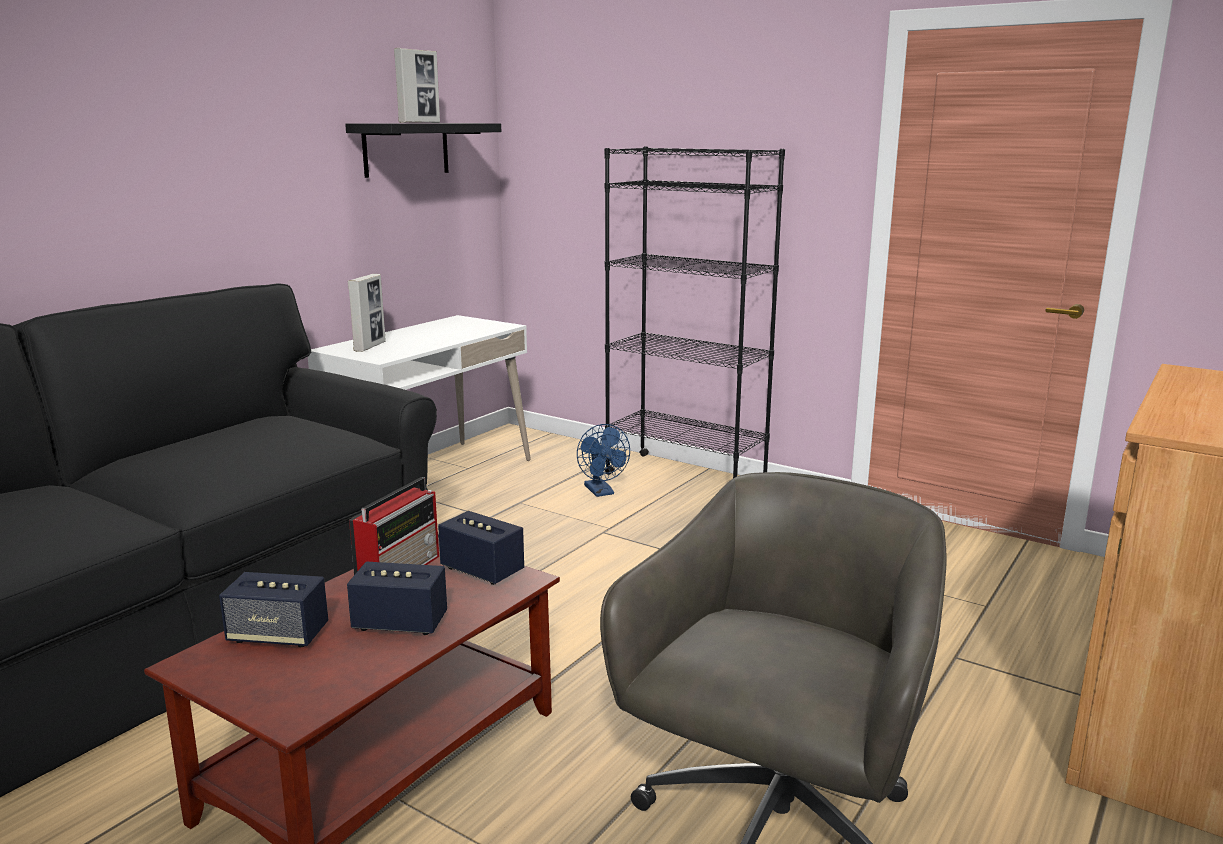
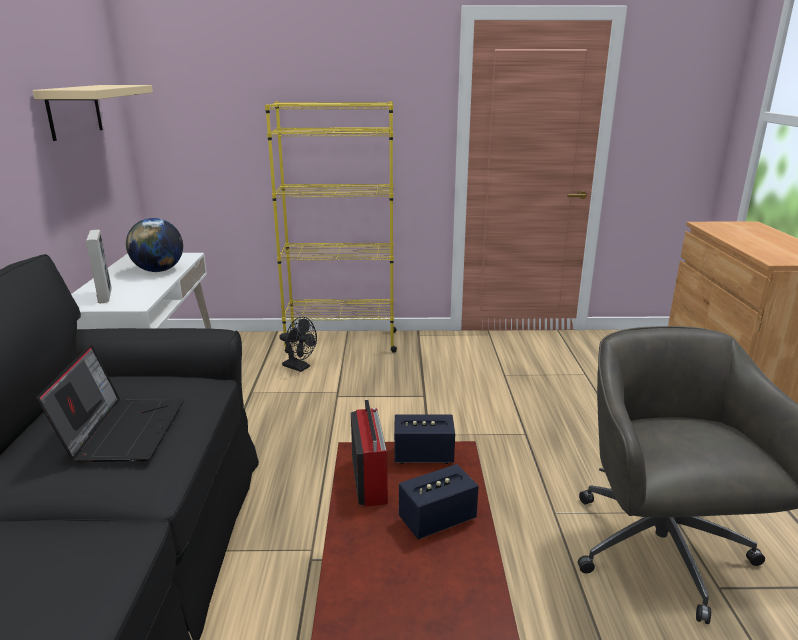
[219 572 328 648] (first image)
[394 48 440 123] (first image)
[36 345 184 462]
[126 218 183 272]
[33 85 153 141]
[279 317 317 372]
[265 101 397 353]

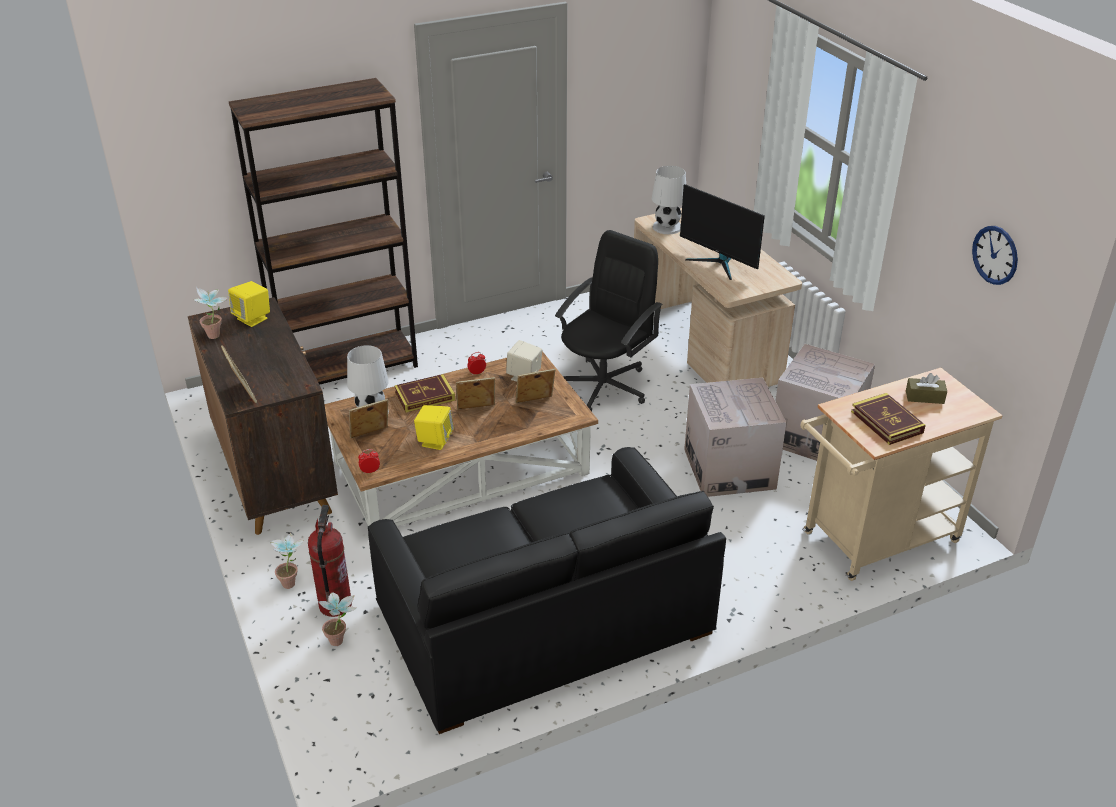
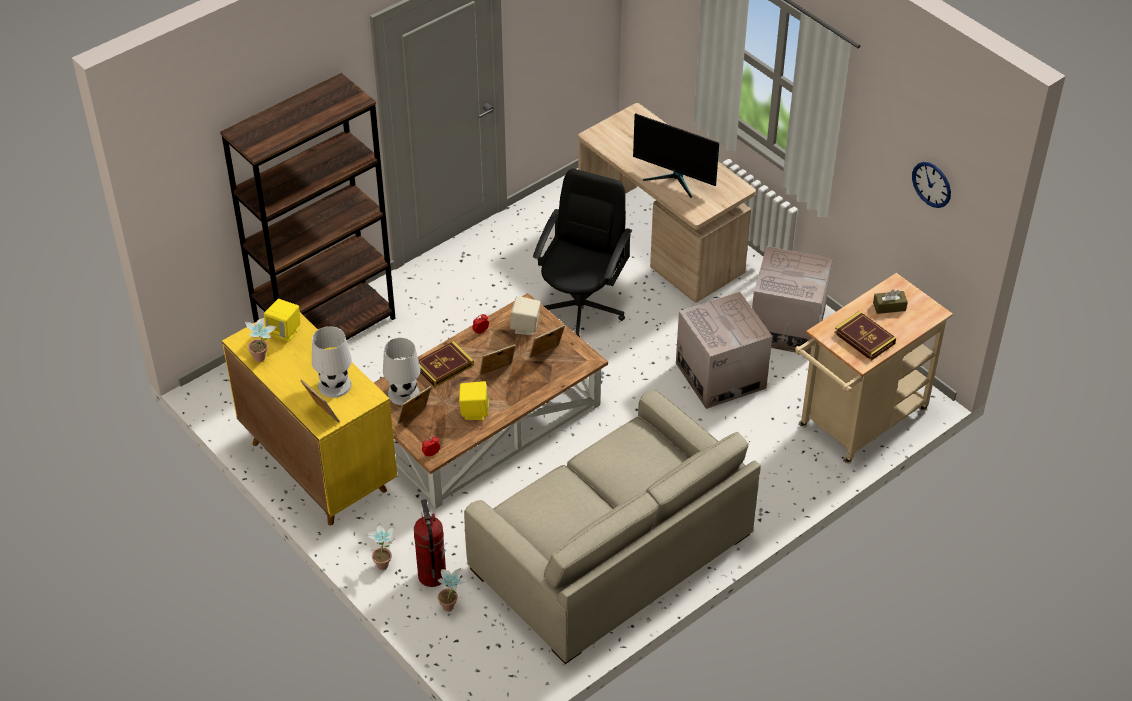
[312 326 352 398]
[222 313 397 526]
[464 390 761 664]

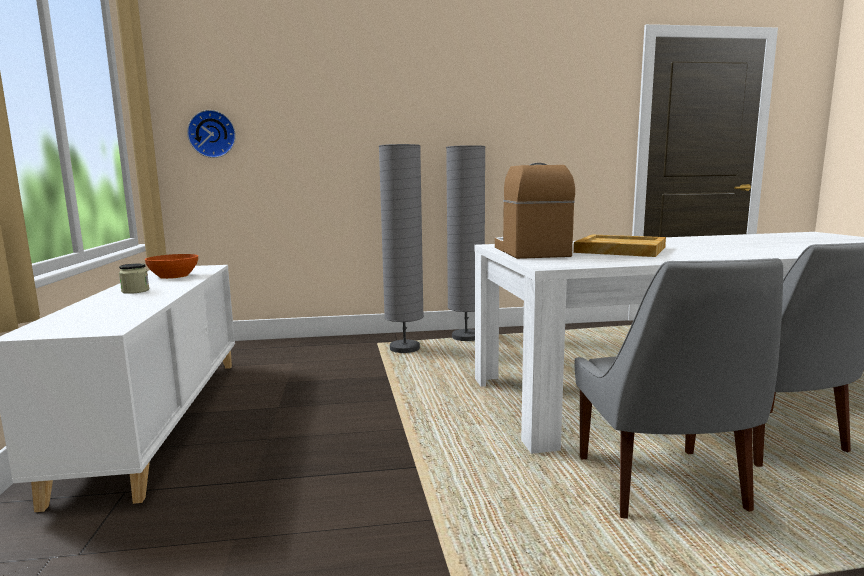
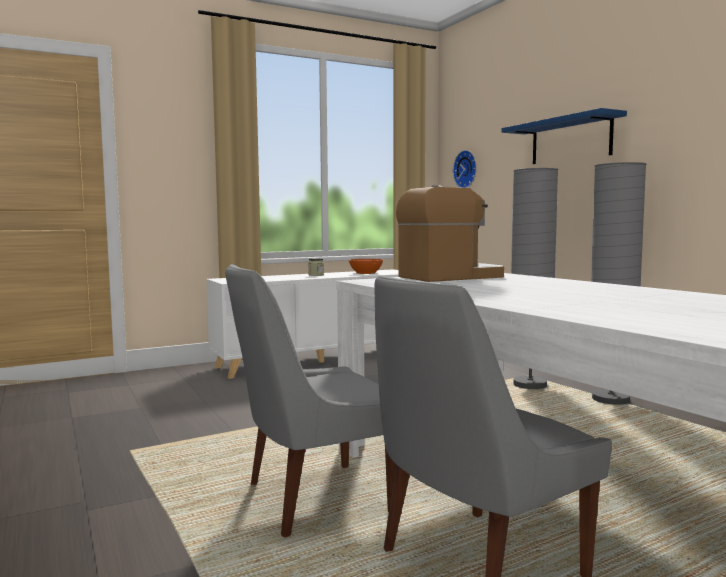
[573 234 666 257] (first image)
[502 108 627 164]

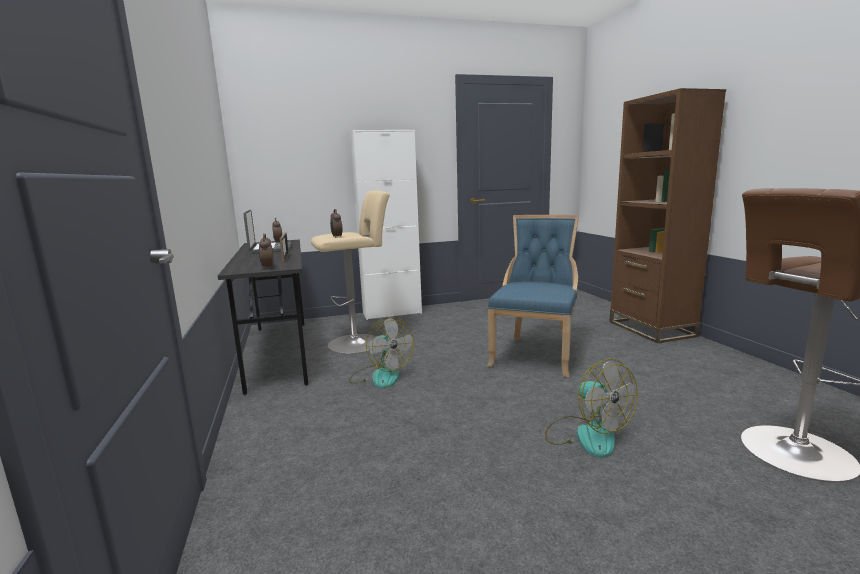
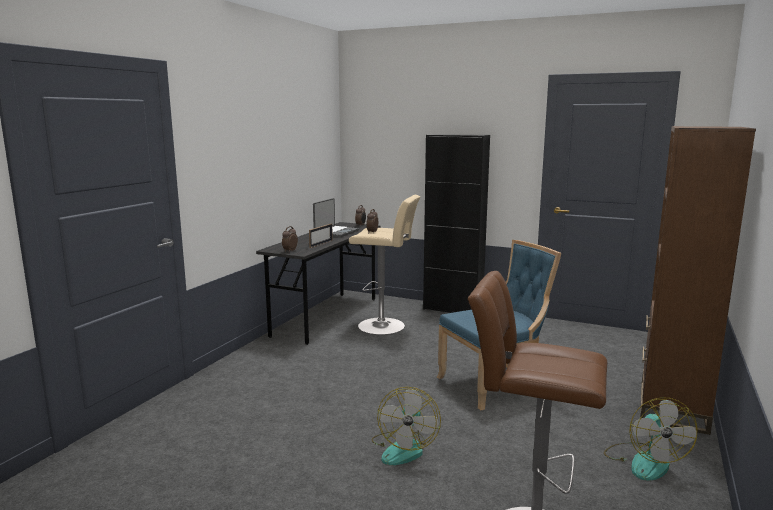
[604 397 698 481]
[423 134 490 313]

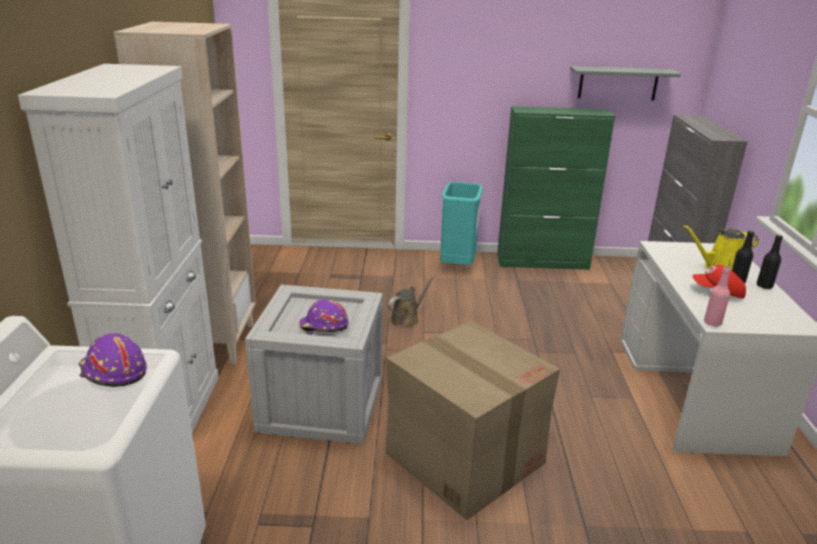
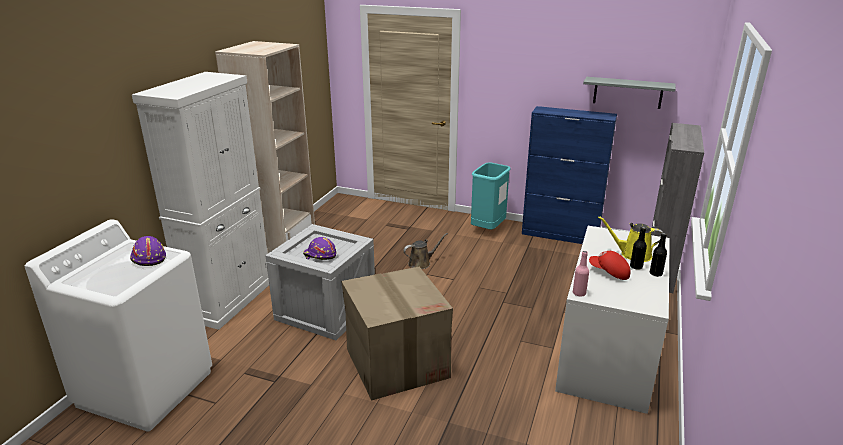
[522 106 617 244]

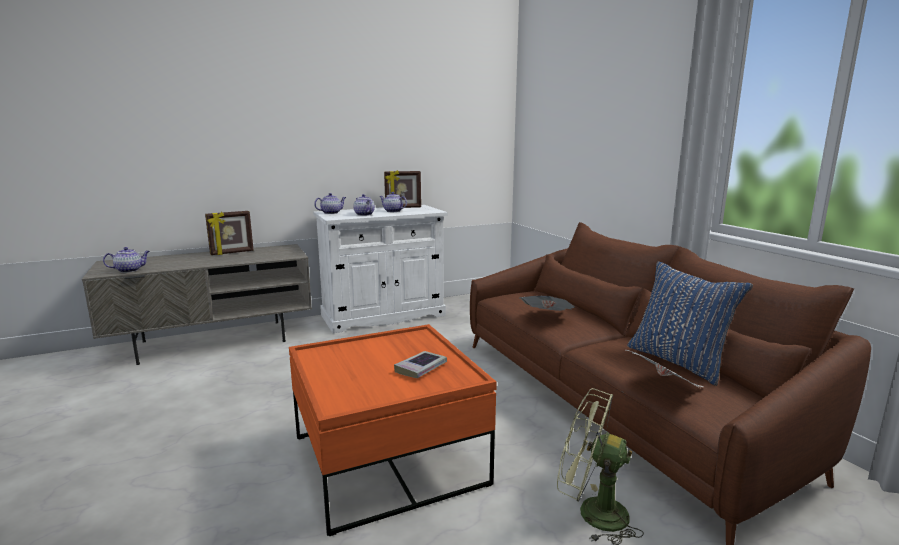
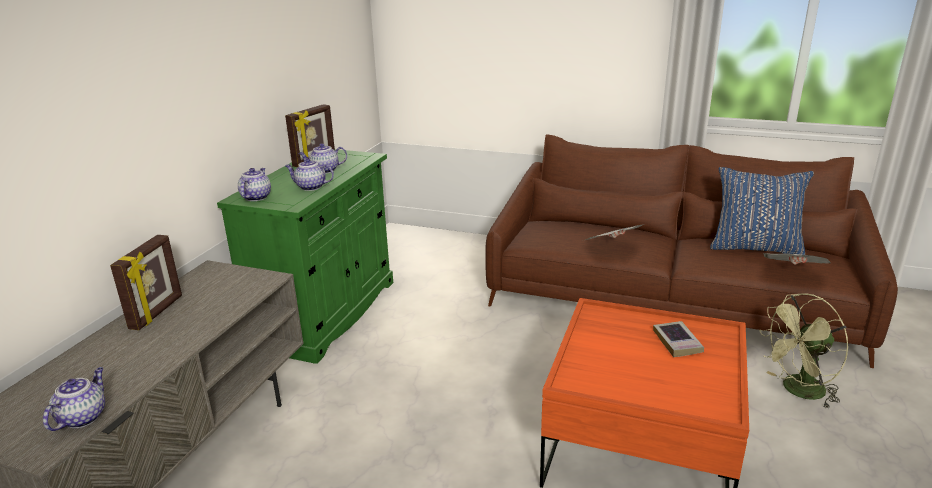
[217 149 393 364]

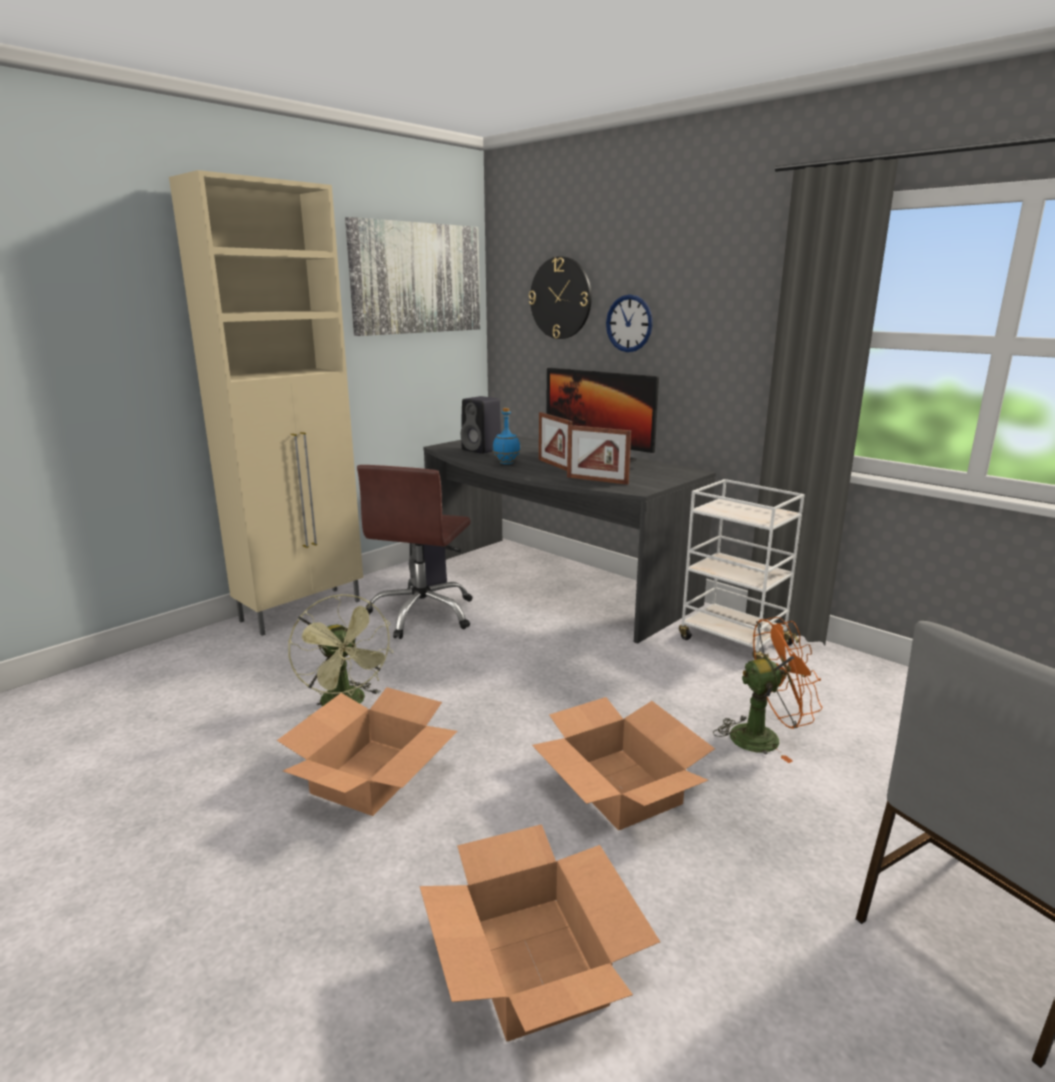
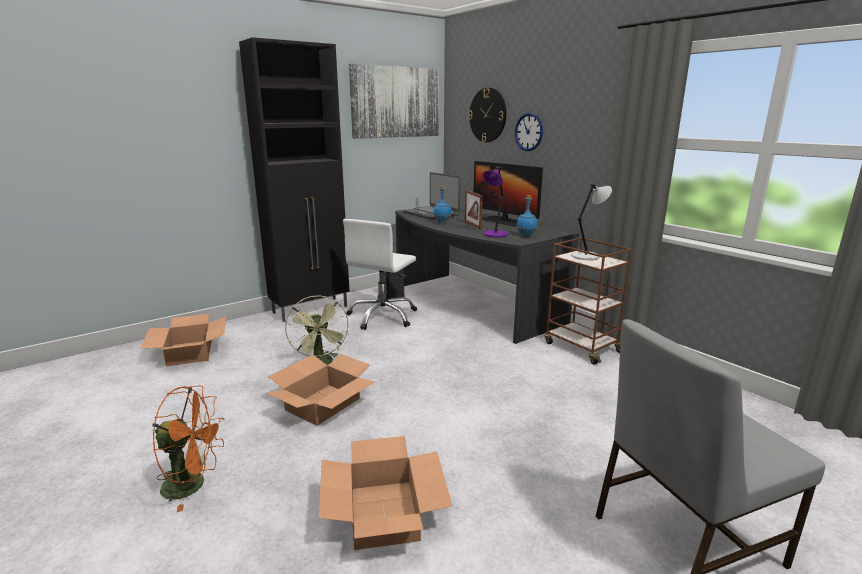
[517 195 537 237]
[572 184 612 260]
[141 314 226 366]
[152 385 224 512]
[403 172 461 220]
[483 167 509 237]
[239 37 350 322]
[343 219 417 330]
[545 237 632 365]

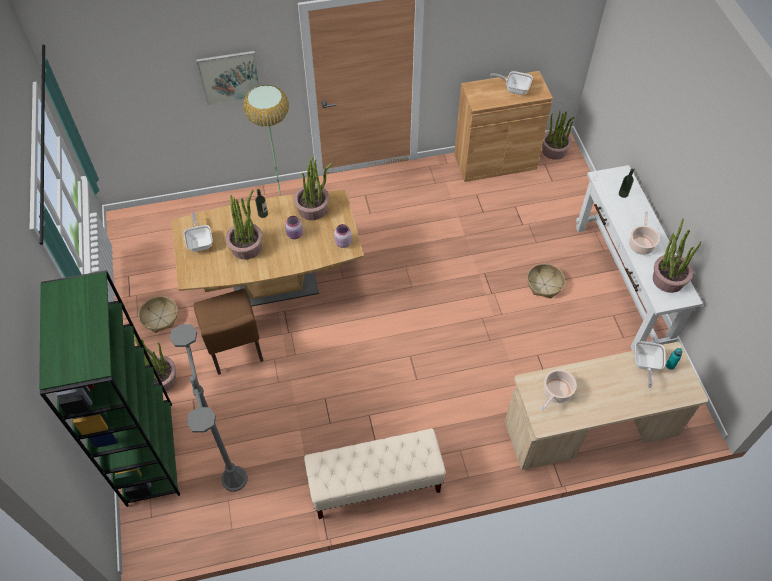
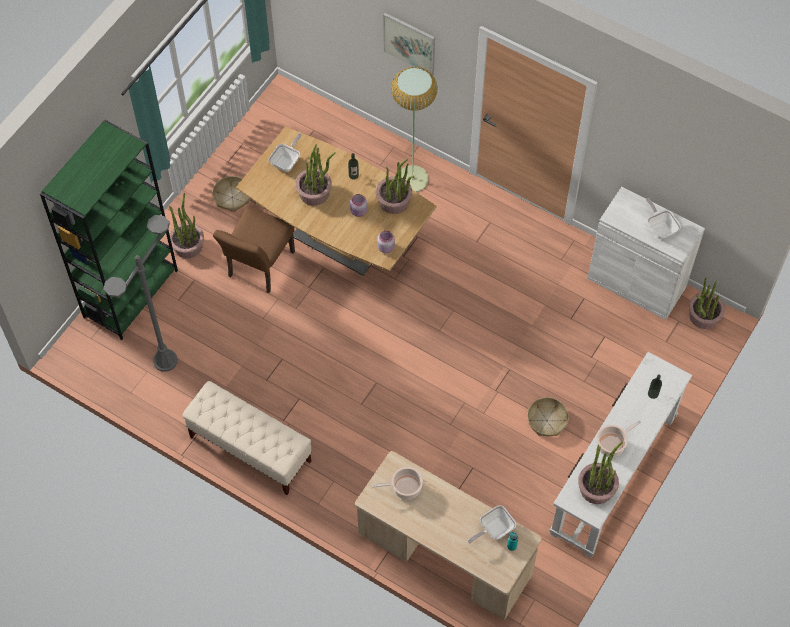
[587 187 705 320]

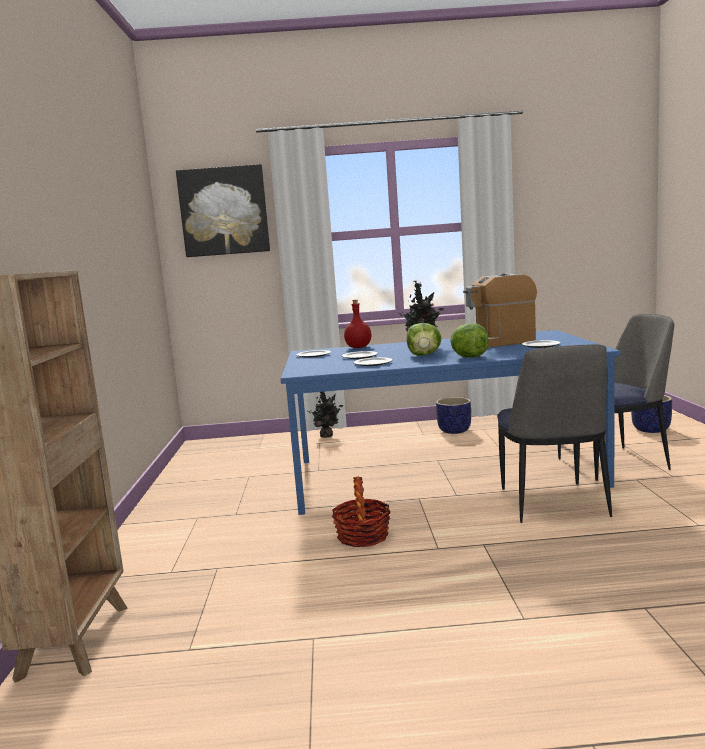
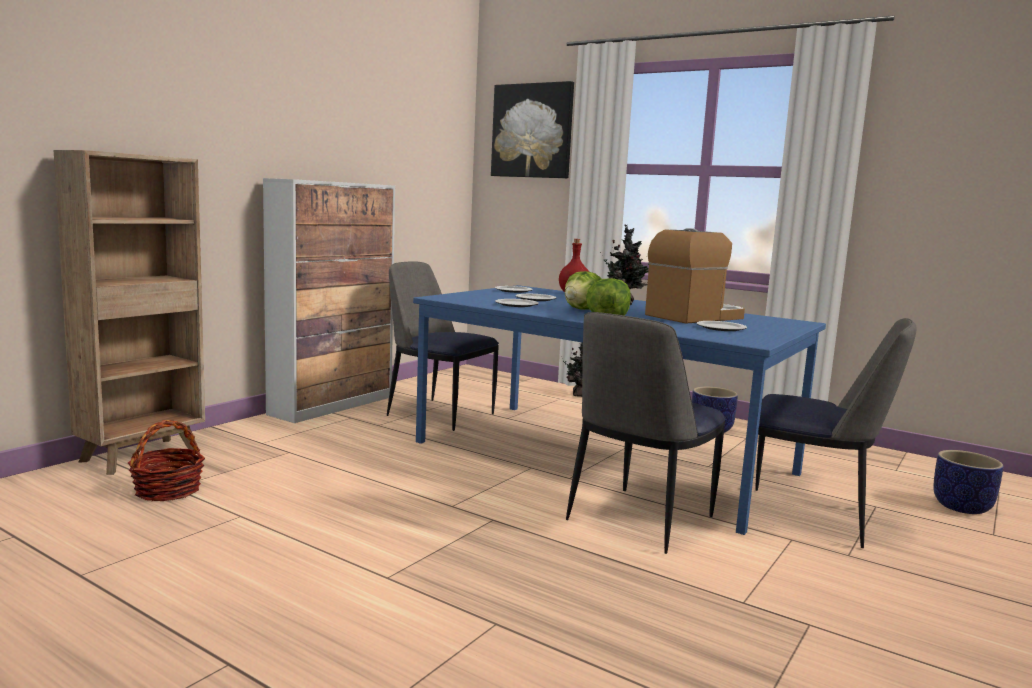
[263 178 395 423]
[387 261 499 431]
[128 420 205 501]
[645 228 745 324]

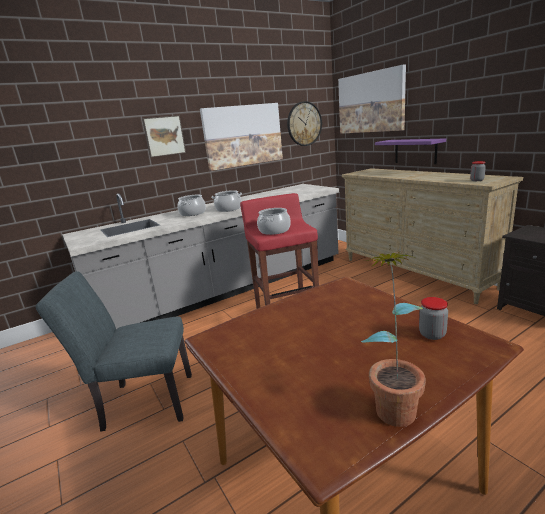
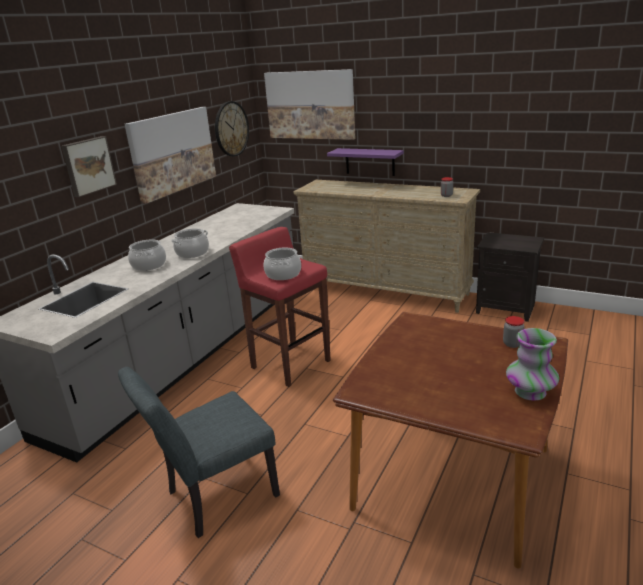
[506 328 559 401]

